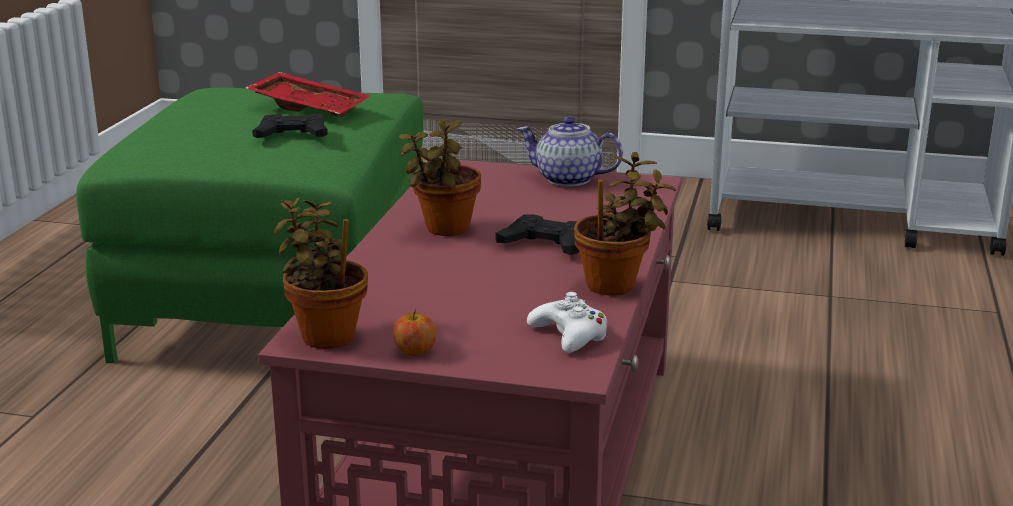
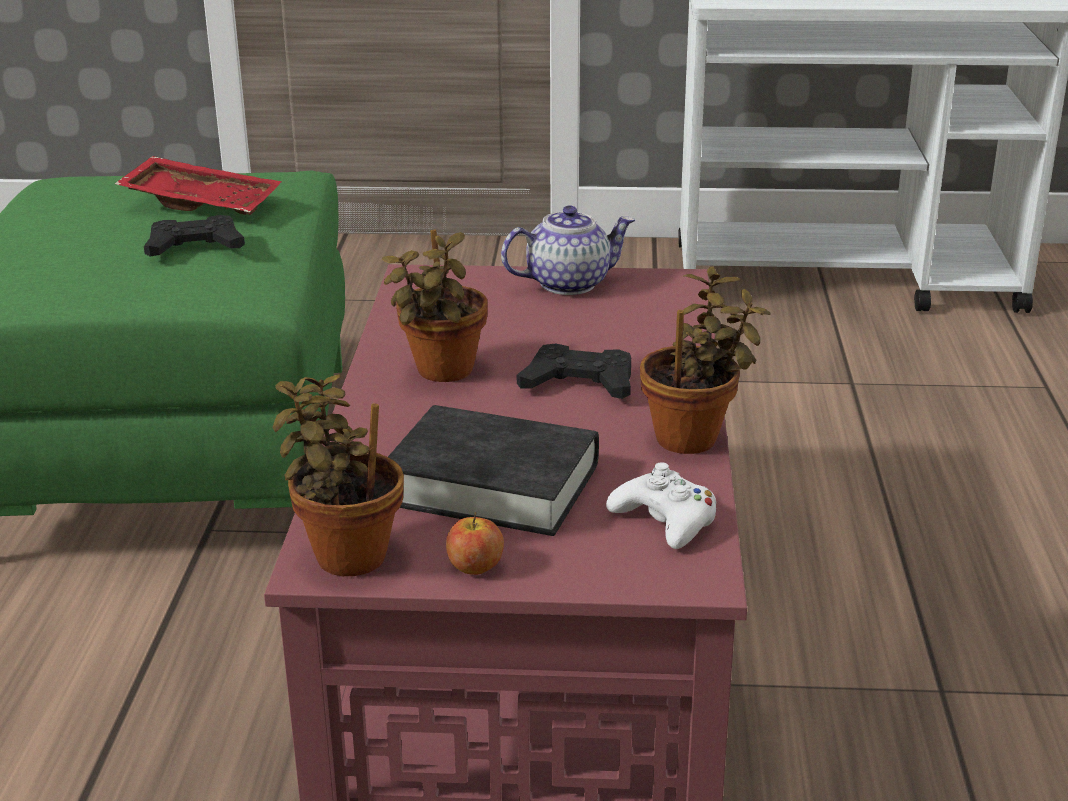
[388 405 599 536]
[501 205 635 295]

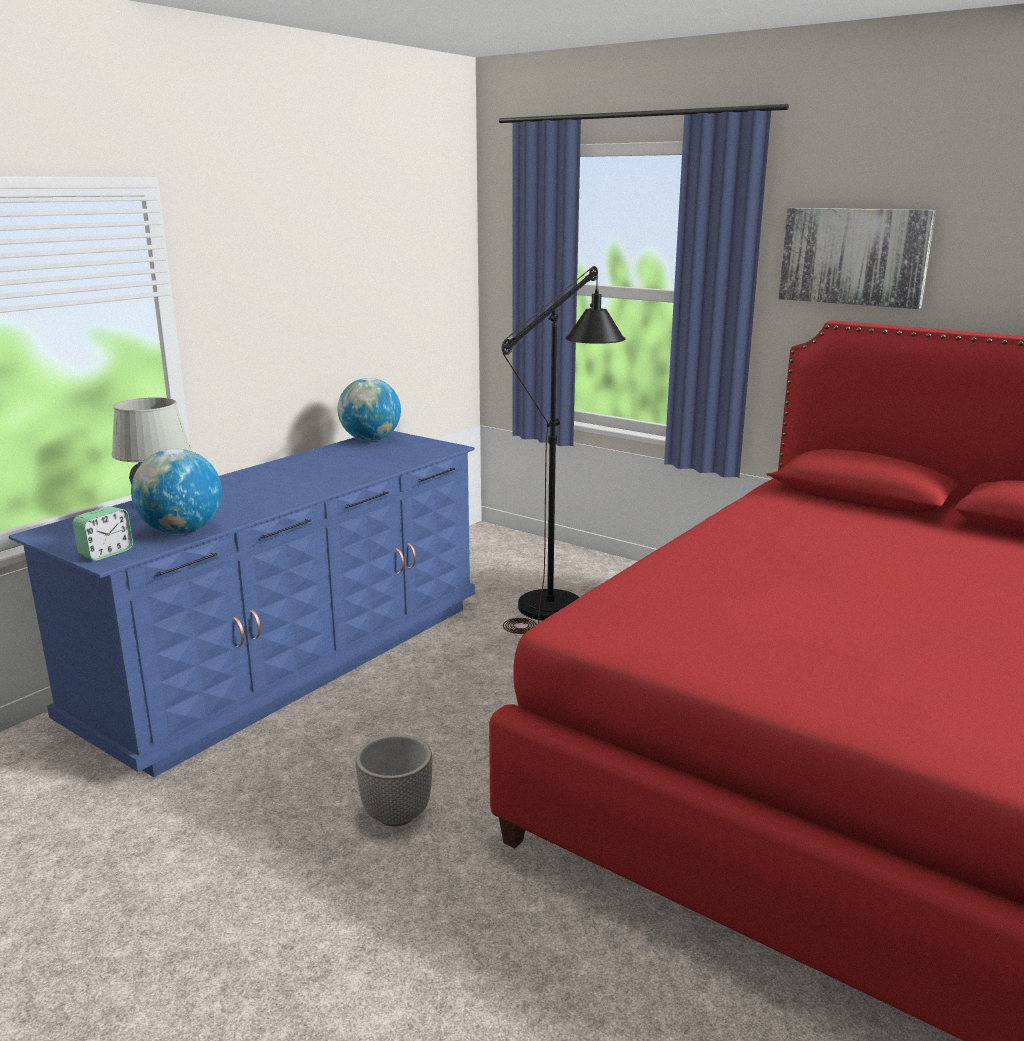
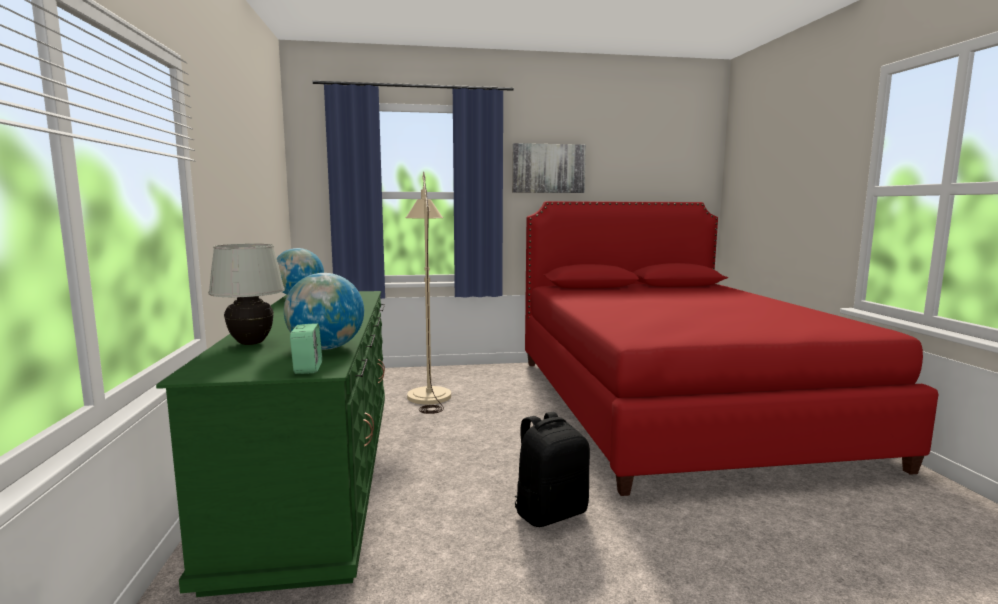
[515 412 590 527]
[156 291 385 597]
[405 171 451 414]

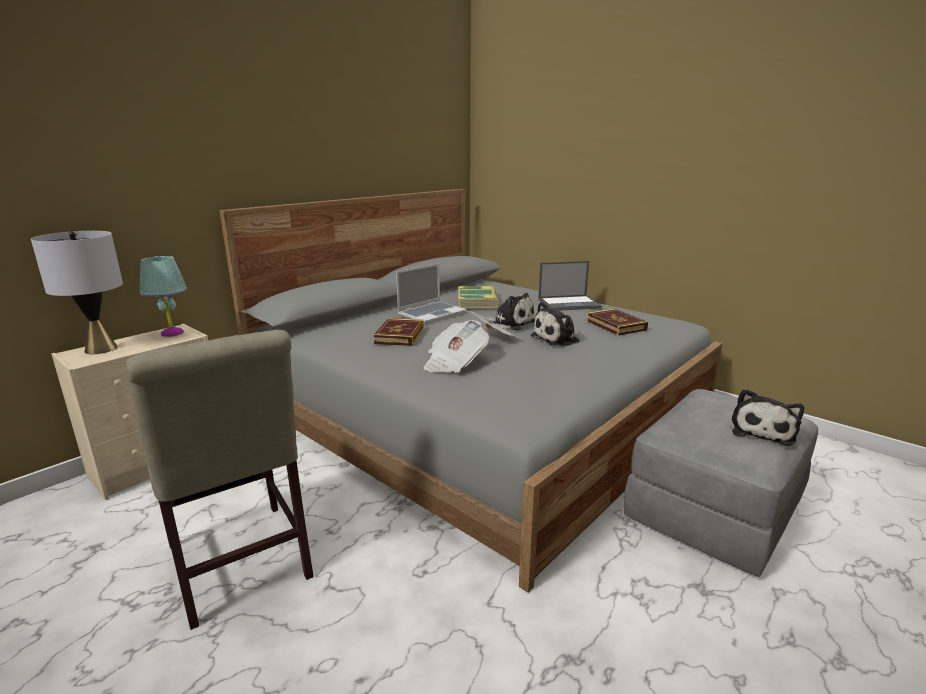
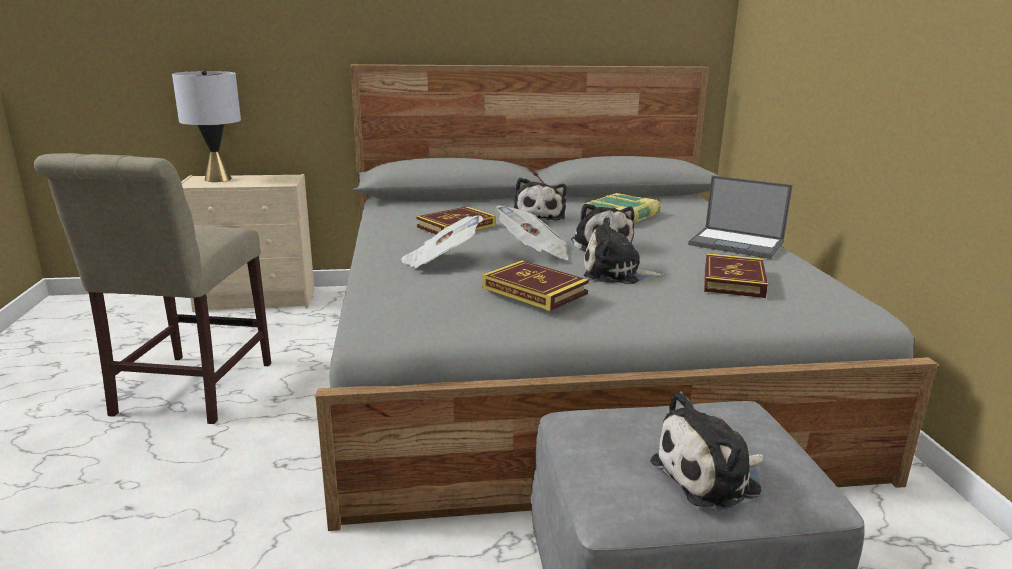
[140 256 187 337] (first image)
[483 260 589 311]
[514 178 567 221]

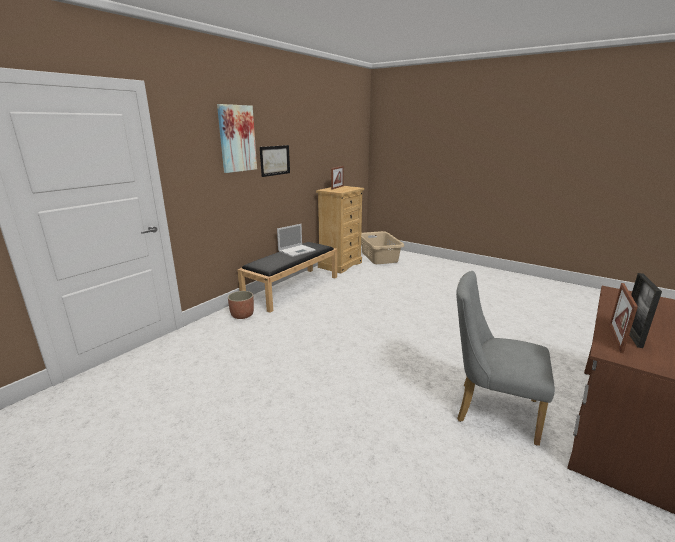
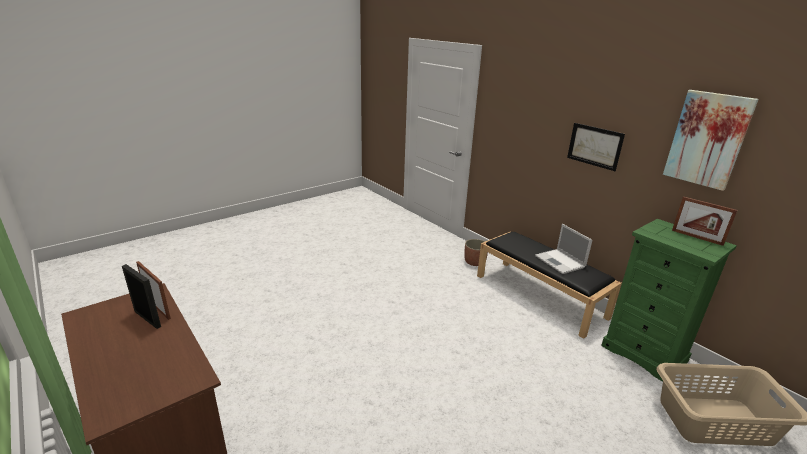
[456 271 555 446] (first image)
[663 90 759 191]
[601 219 737 382]

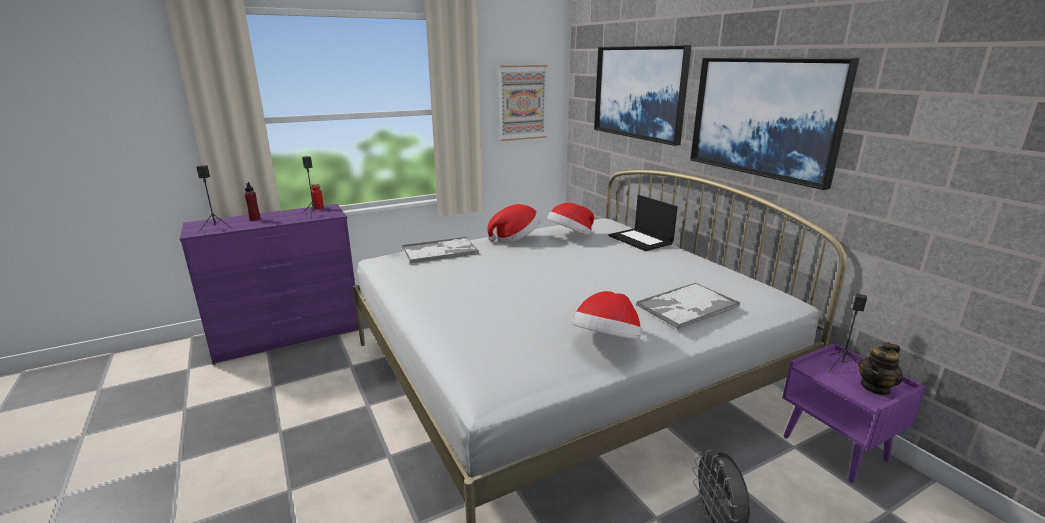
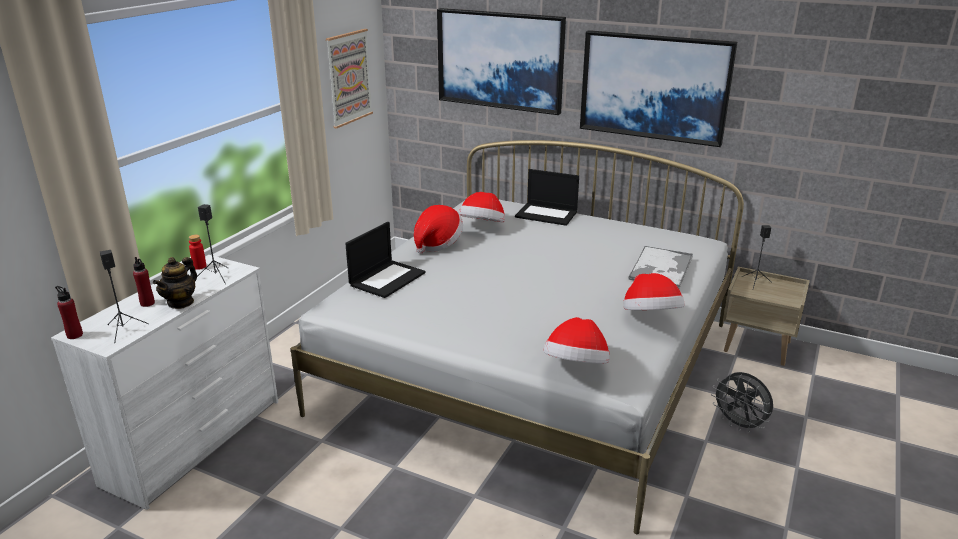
[55 286 83 339]
[543 317 609 364]
[153 257 197 309]
[345 222 426 298]
[51 255 278 510]
[723 267 810 366]

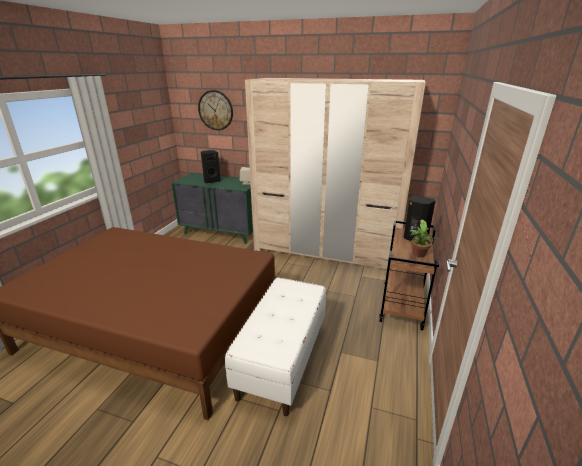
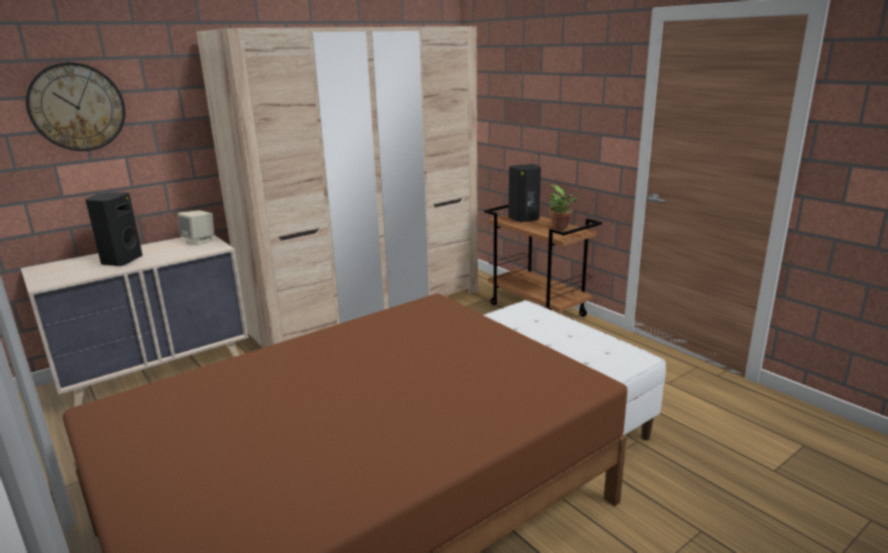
[21 235 249 407]

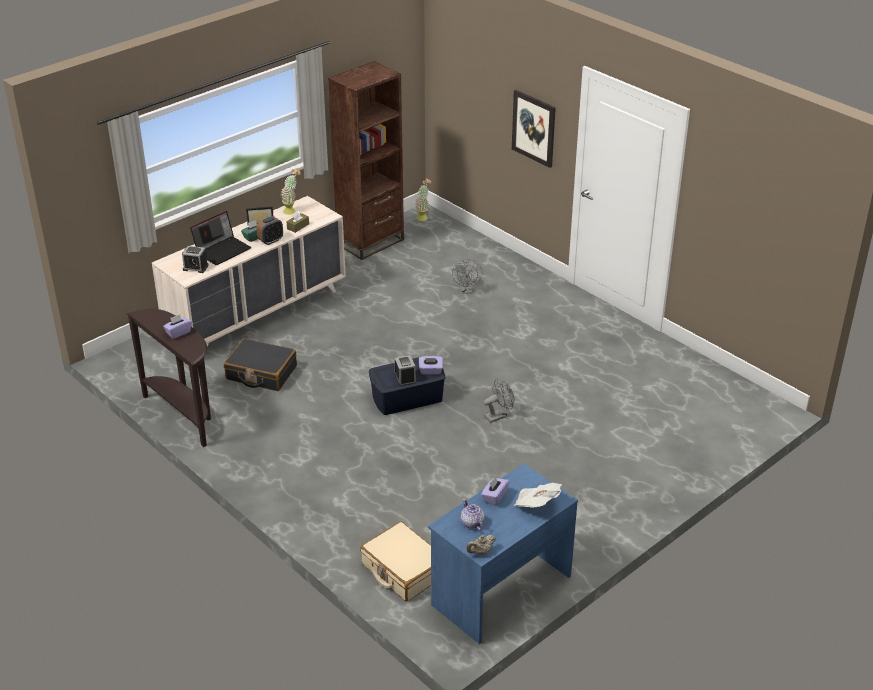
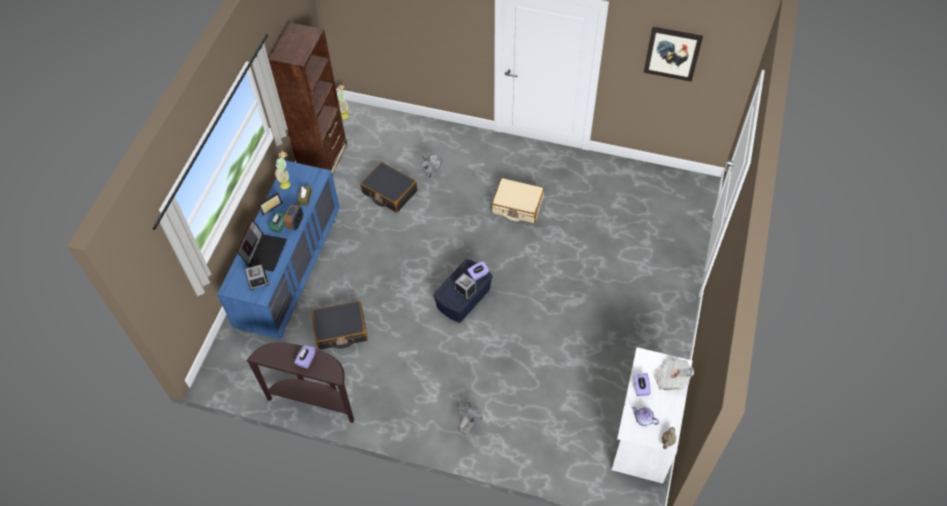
[360 162 417 213]
[491 178 544 224]
[457 402 483 435]
[644 27 703 82]
[217 160 340 340]
[612 347 693 484]

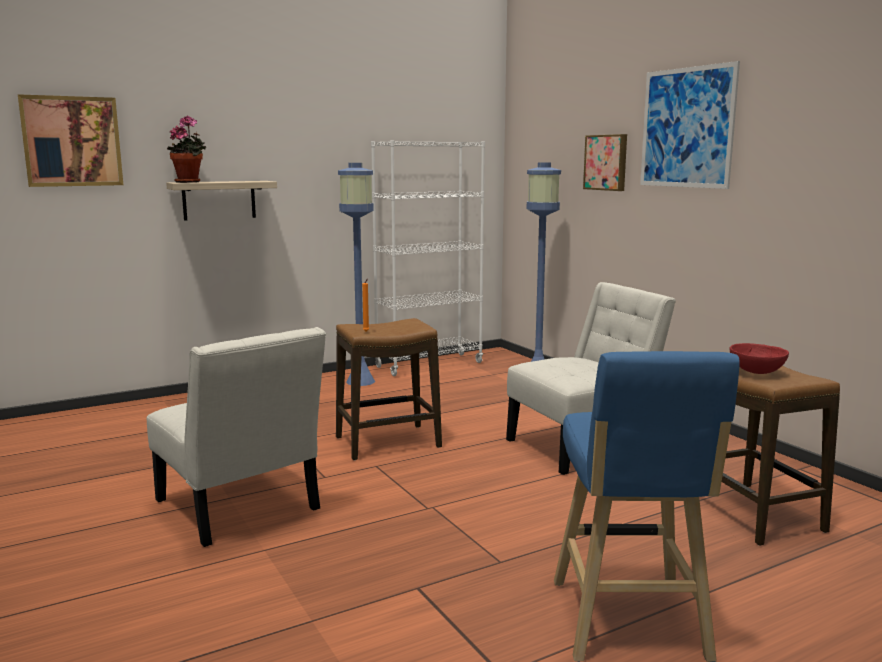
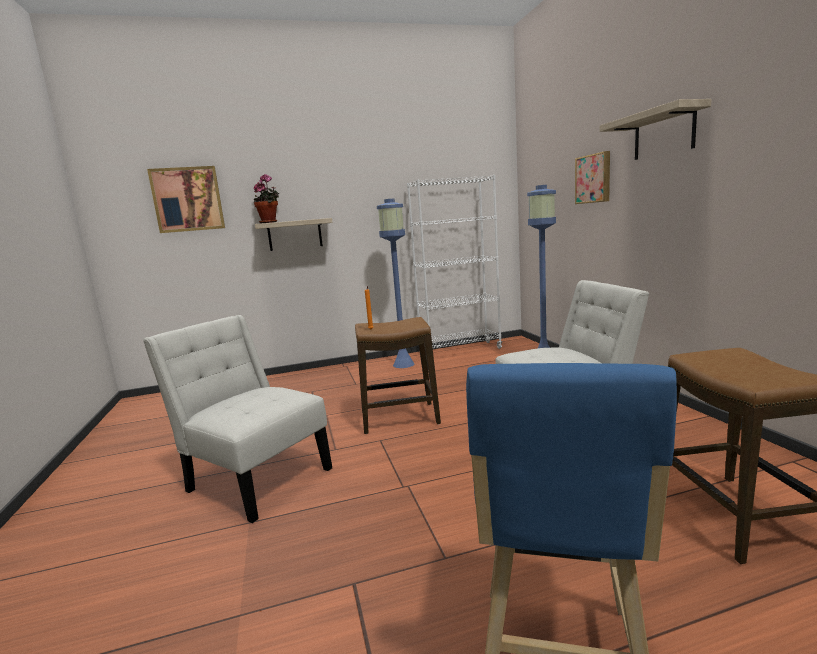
[730 343 789 374] (first image)
[600 99 711 160]
[143 315 332 523]

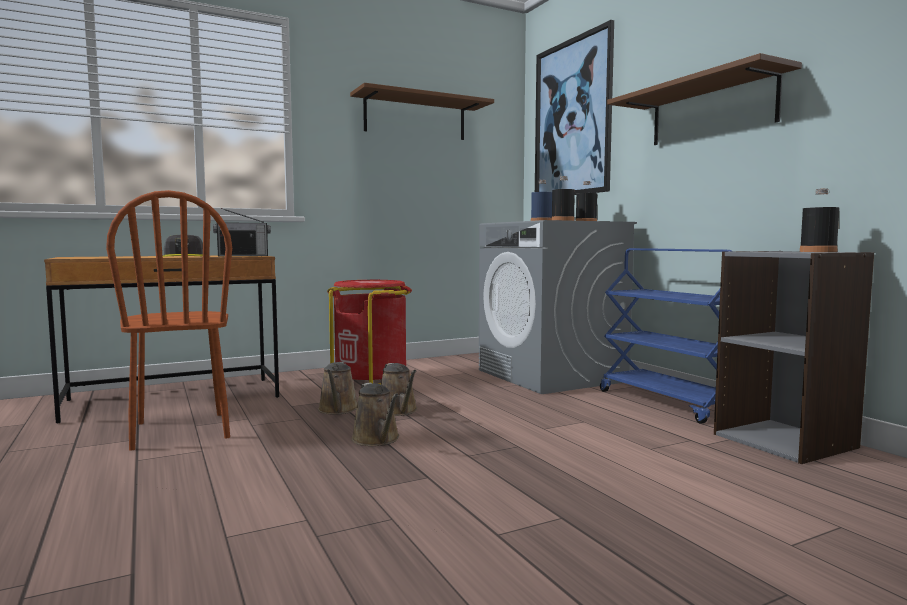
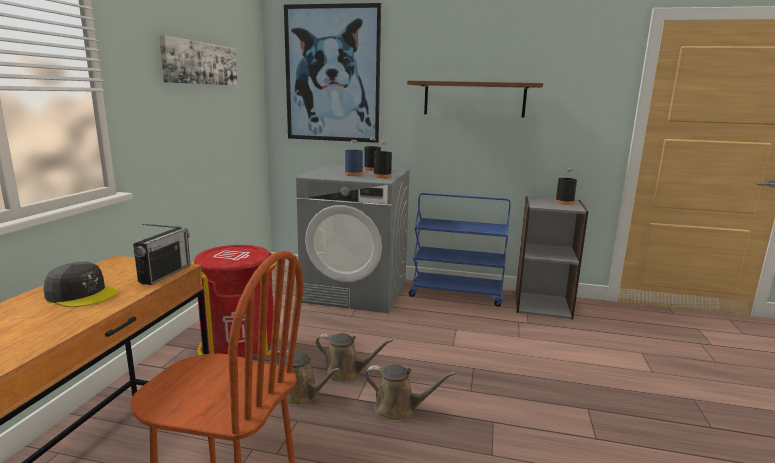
[159 35 237 86]

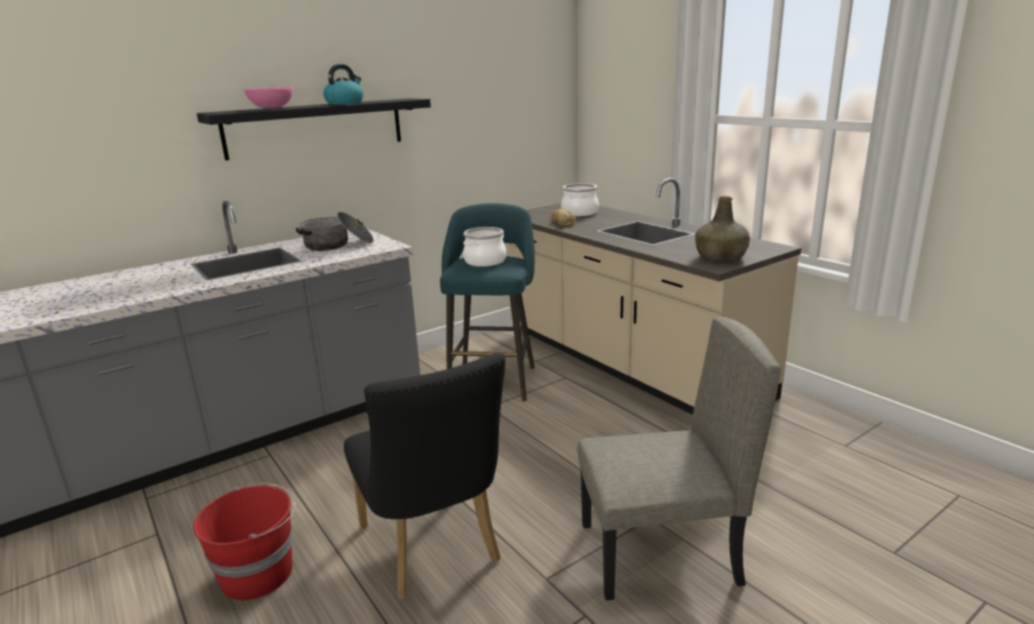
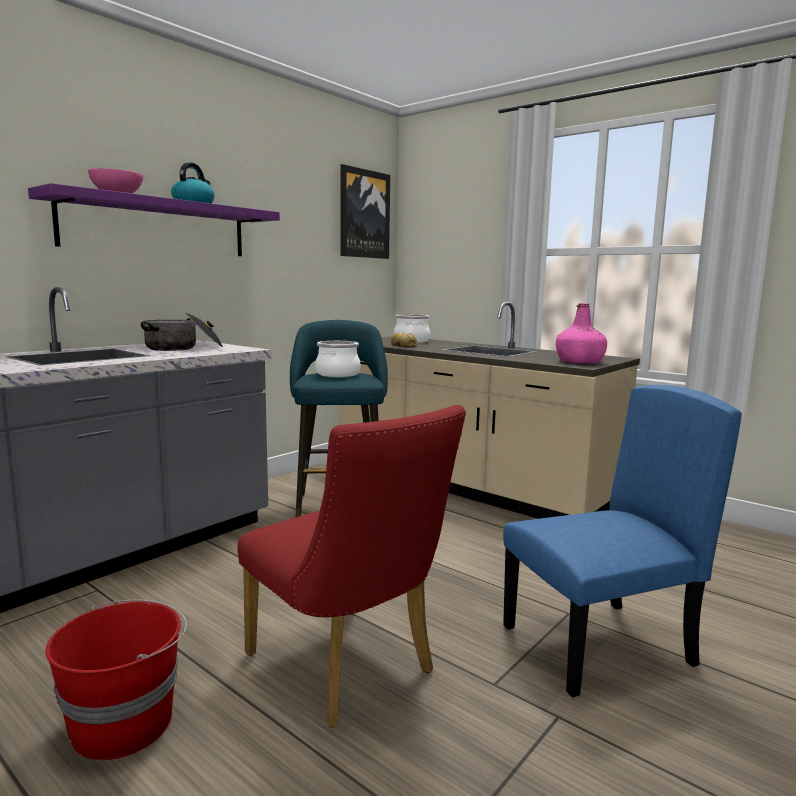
[340 164 390 259]
[28 183 280 256]
[237 405 466 728]
[503 385 742 697]
[556 303 607 363]

